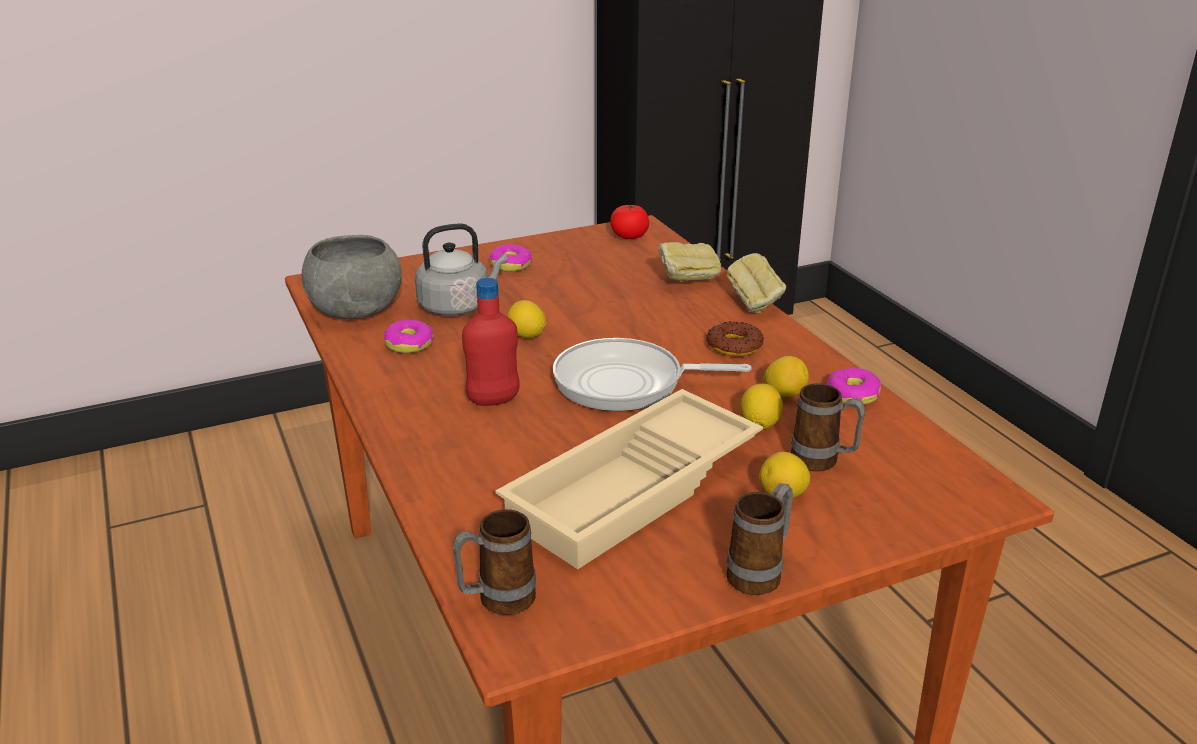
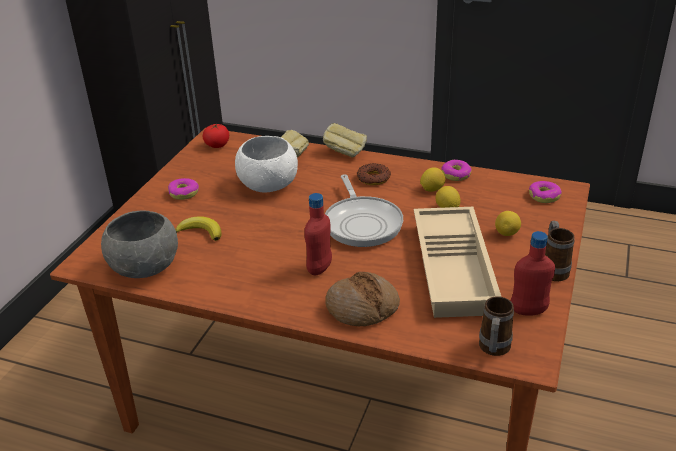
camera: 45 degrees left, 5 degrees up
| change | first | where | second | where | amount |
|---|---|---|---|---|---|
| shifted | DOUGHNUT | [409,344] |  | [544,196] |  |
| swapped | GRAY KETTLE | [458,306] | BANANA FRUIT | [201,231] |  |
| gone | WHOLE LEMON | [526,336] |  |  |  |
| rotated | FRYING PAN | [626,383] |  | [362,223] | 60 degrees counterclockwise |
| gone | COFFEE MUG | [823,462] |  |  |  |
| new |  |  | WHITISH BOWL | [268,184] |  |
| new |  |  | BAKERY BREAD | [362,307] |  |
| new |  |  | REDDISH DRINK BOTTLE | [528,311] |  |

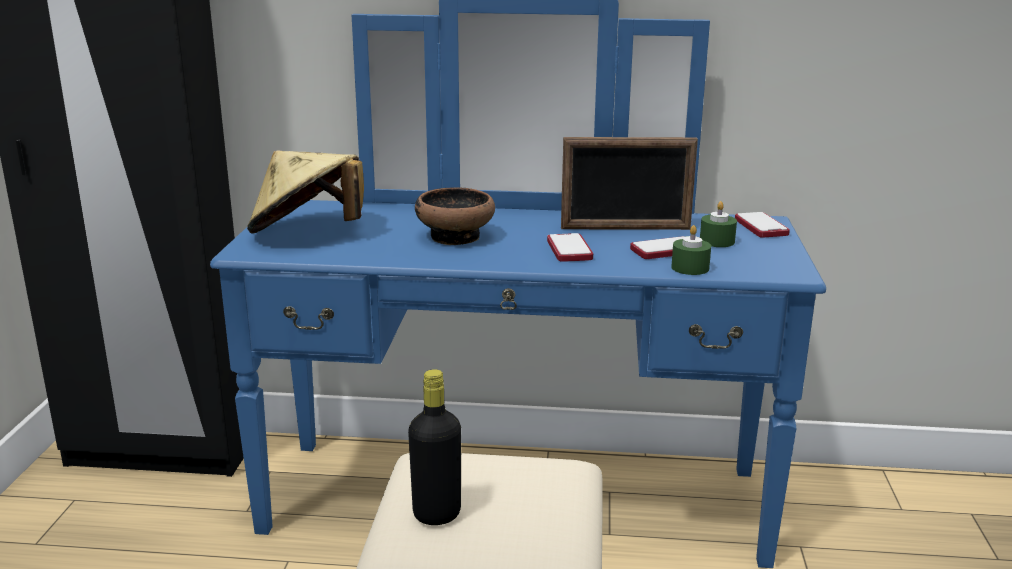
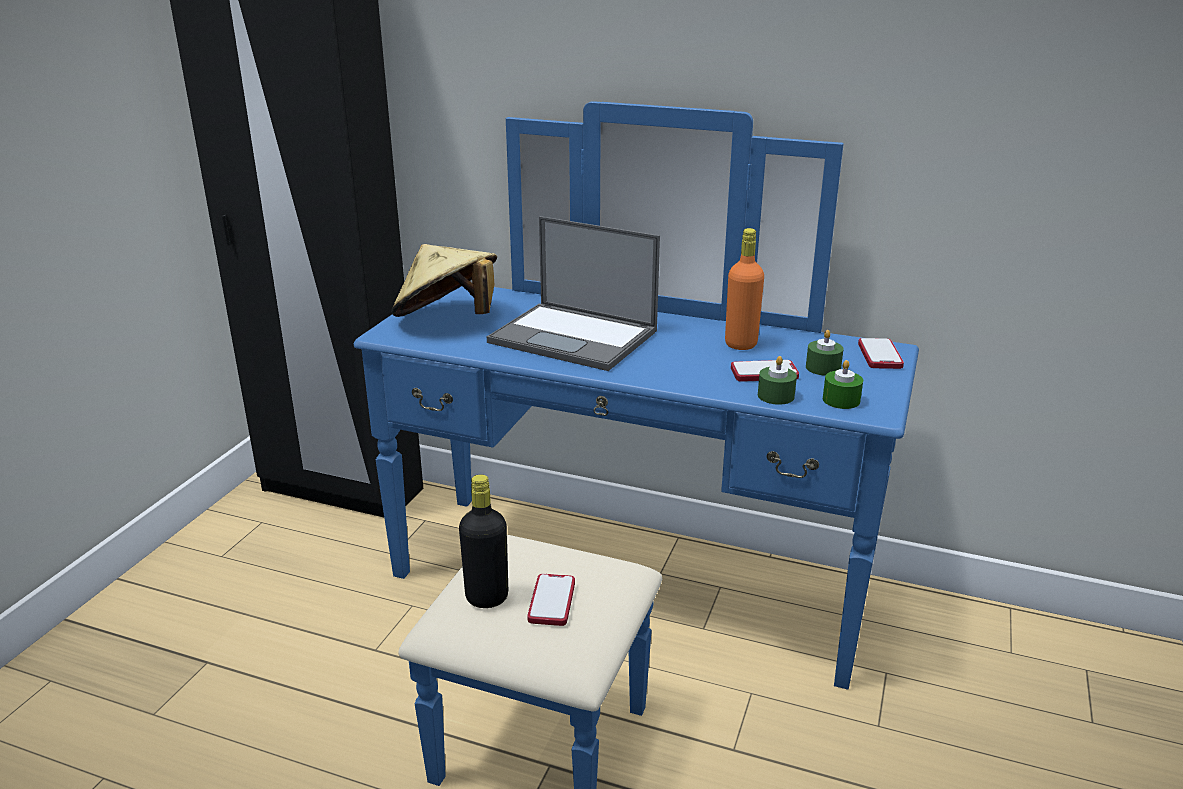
camera: 15 degrees right, 5 degrees up
| change | first | where | second | where | amount |
|---|---|---|---|---|---|
| swapped | BOWL | [456,236] | LAPTOP | [575,337] |  |
| shifted | HANDSET | [569,250] |  | [551,601] |  |
| swapped | STANDING FRAME | [625,228] | ORANGE DRINK BOTTLE | [741,344] |  |
| new |  |  | GREEN WAX CANDLE | [841,400] |  |

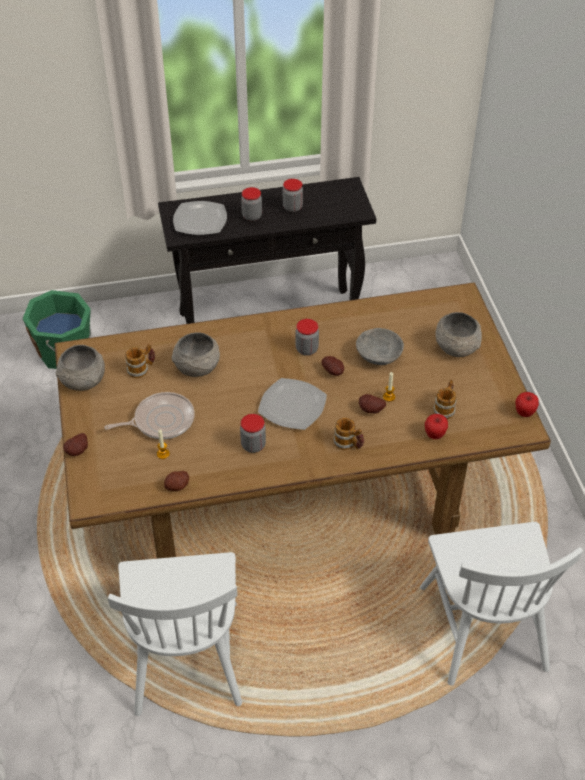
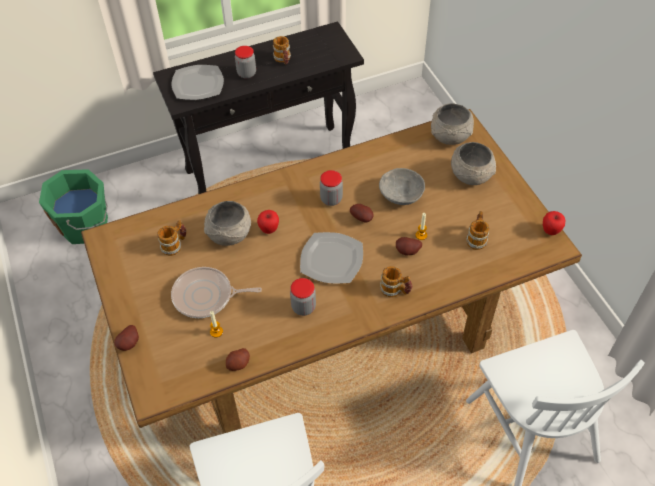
camera: 10 degrees left, 5 degrees up
| change | first | where | second | where | amount |
|---|---|---|---|---|---|
| shifted | GRAY BOWL | [84,381] |  | [450,137] |  |
| rotated | FRYING PAN | [161,420] |  | [206,296] | 150 degrees counterclockwise |
| swapped | PRESERVE JAR | [292,207] | COFFEE MUG | [283,59] |  |
| shifted | APPLE | [434,435] |  | [269,229] |  |

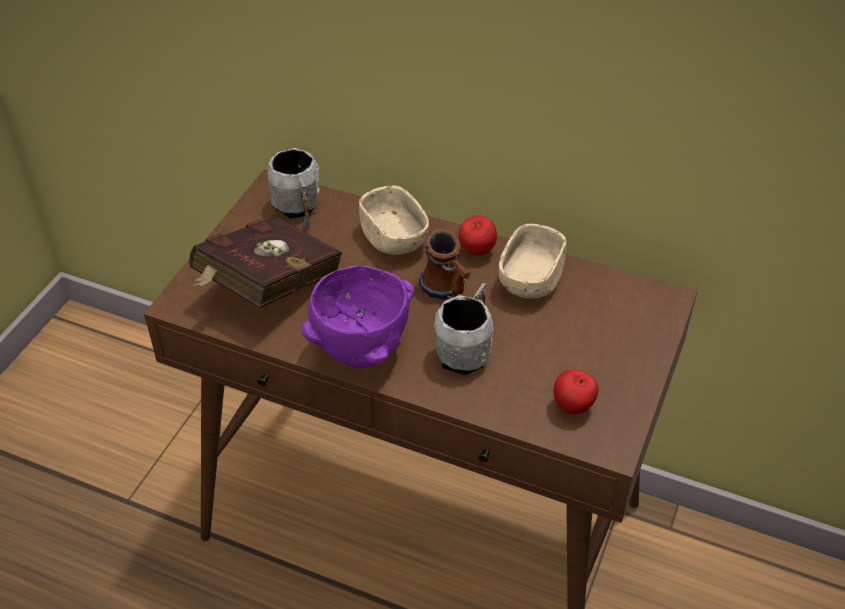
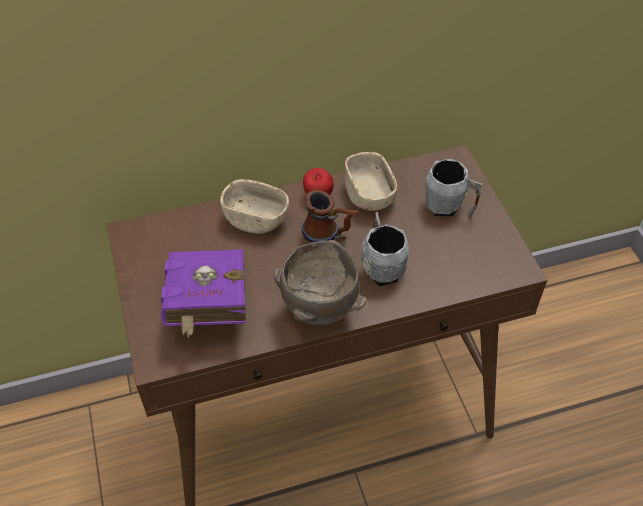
camera: 40 degrees left, 5 degrees up
| change | first | where | second | where | amount |
|---|---|---|---|---|---|
| repainted | REDDISH VOLUME | [265,289] | PURPLISH VOLUME | [207,309] |  |
| shifted | GRAY COFFEE MUG | [298,210] |  | [449,207] |  |
| repainted | PURPLISH BOWL | [360,354] | BROWN-COLOURED BOWL | [320,312] |  |
| gone | APPLE | [573,407] |  |  |  |

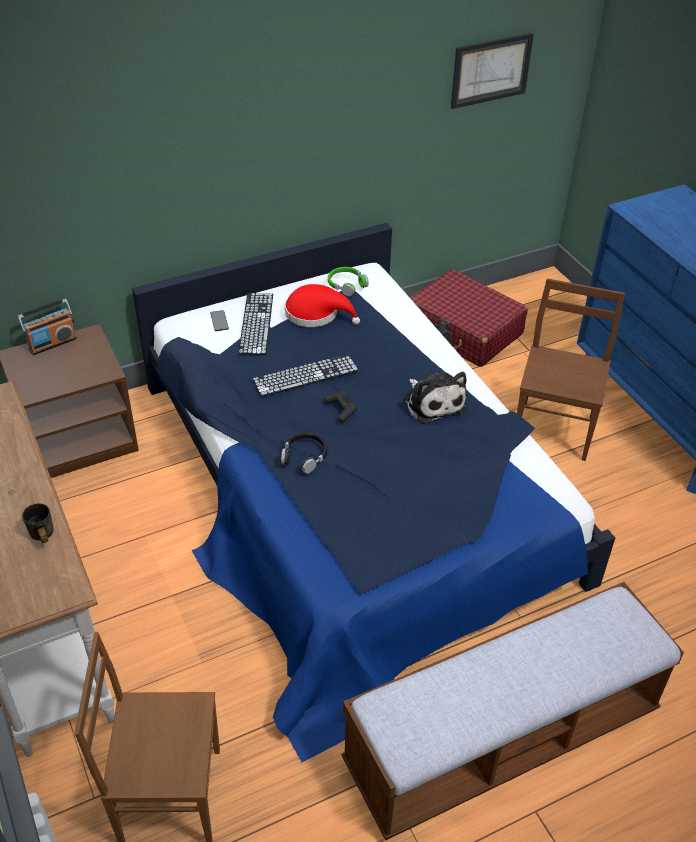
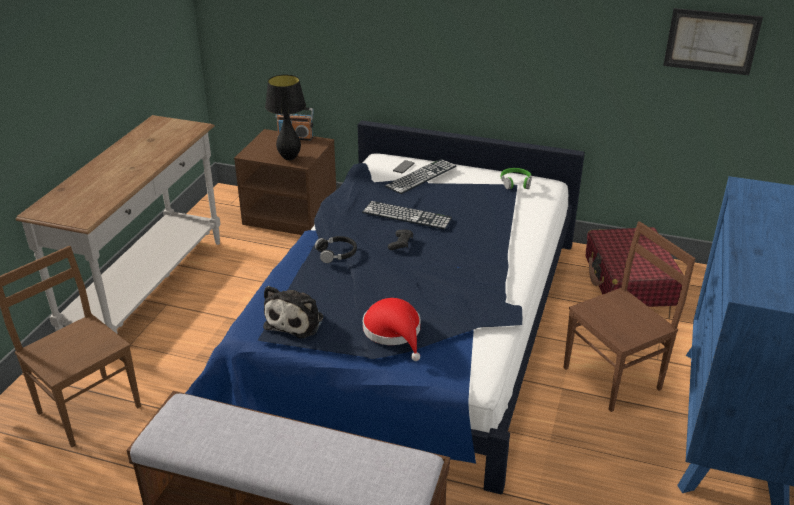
camera: 45 degrees right, 10 degrees down
| change | first | where | second | where | amount |
|---|---|---|---|---|---|
| gone | GRAY COFFEE MUG | [40,538] |  |  |  |
| shifted | REDDISH CLOTHING HAT | [316,314] |  | [394,332] |  |
| shifted | CUDDLY TOY | [433,403] |  | [296,320] |  |
| new |  |  | BLACK TABLE LAMP | [289,158] |  |

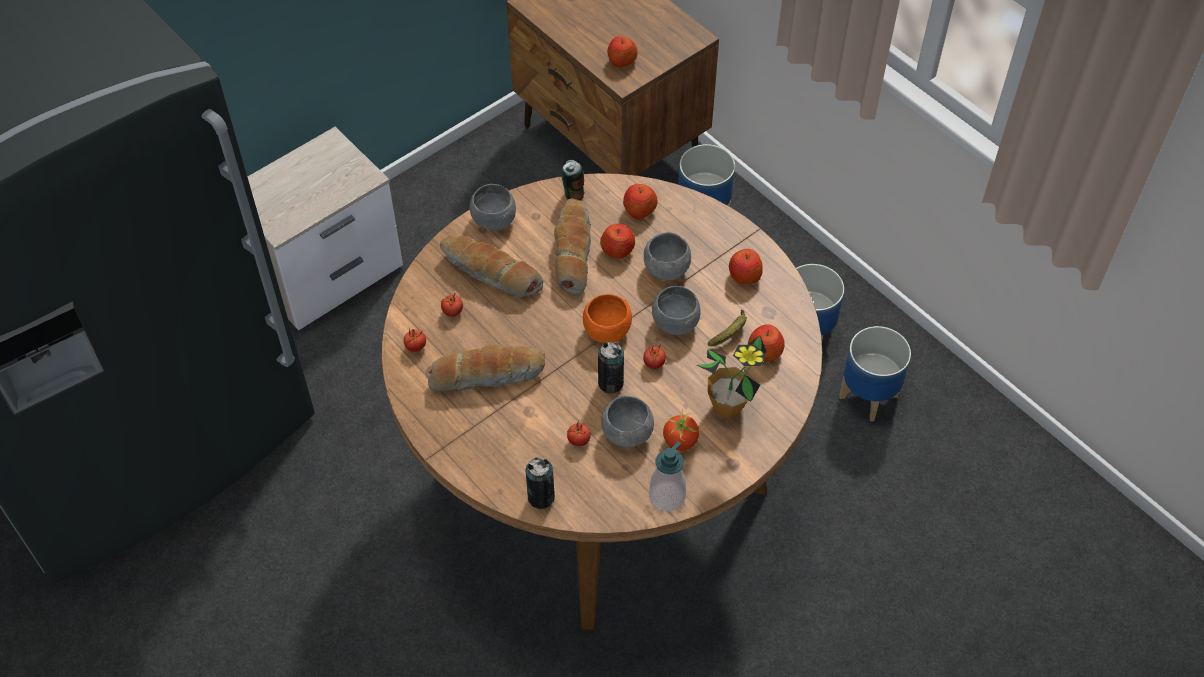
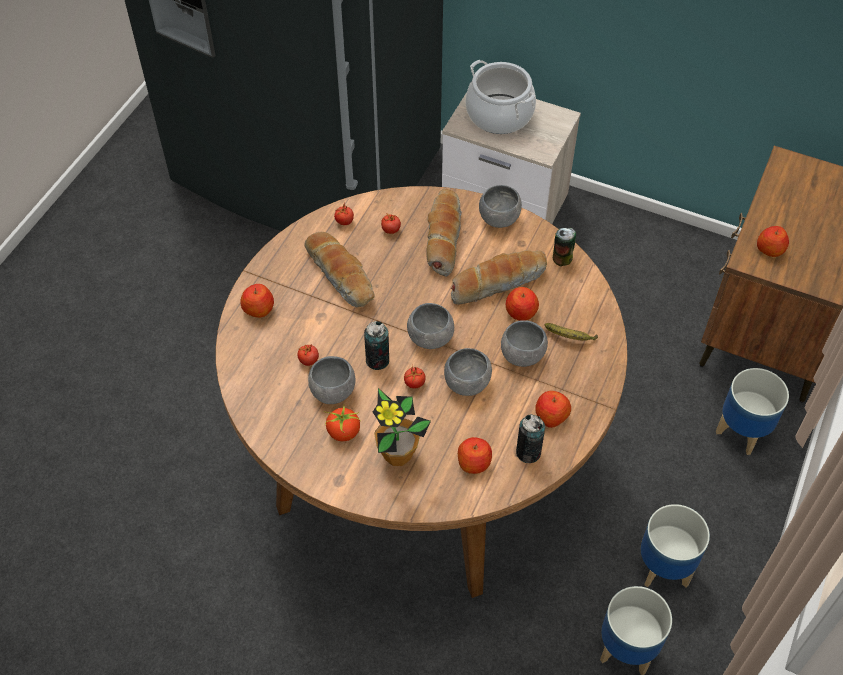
camera: 65 degrees right, 0 degrees up
| change | first | where | second | where | amount |
|---|---|---|---|---|---|
| shifted | SEALED CAN | [541,497] |  | [528,452] |  |
| repainted | ORANGE BOWL | [607,331] | GRAY BOWL | [430,337] |  |
| shifted | APPLE | [639,210] |  | [258,309] |  |
| gone | SOAP DISPENSER | [667,497] |  |  |  |
| shifted | BANANA FRUIT | [730,333] |  | [570,337] |  |
| new |  |  | SAUCEPOT | [499,115] |  |

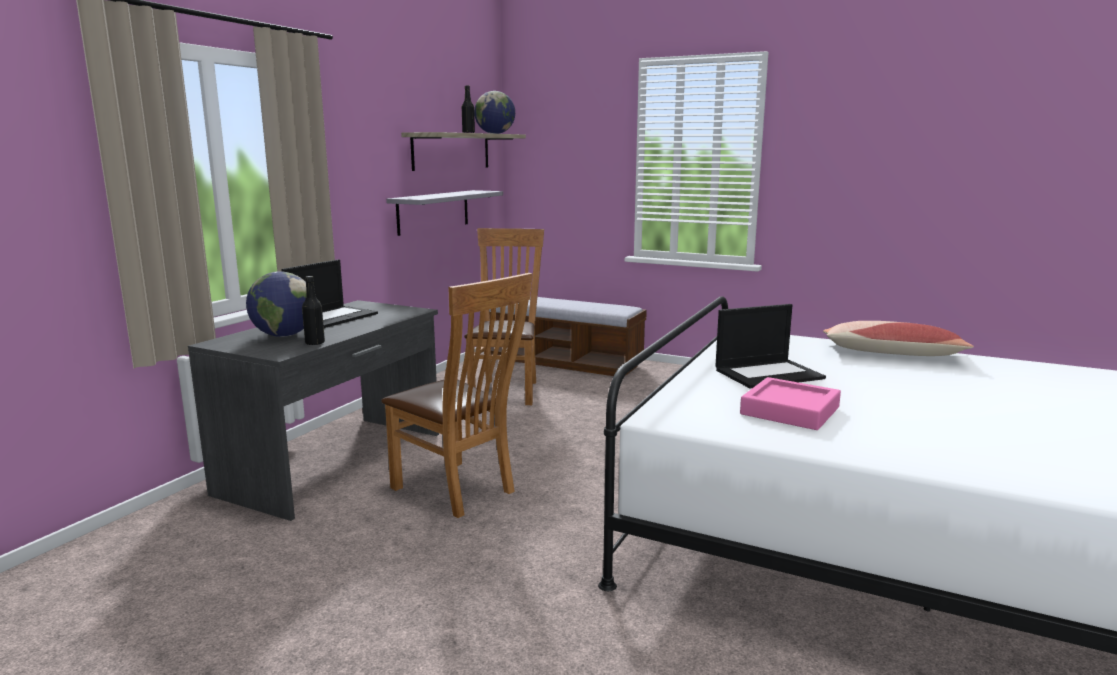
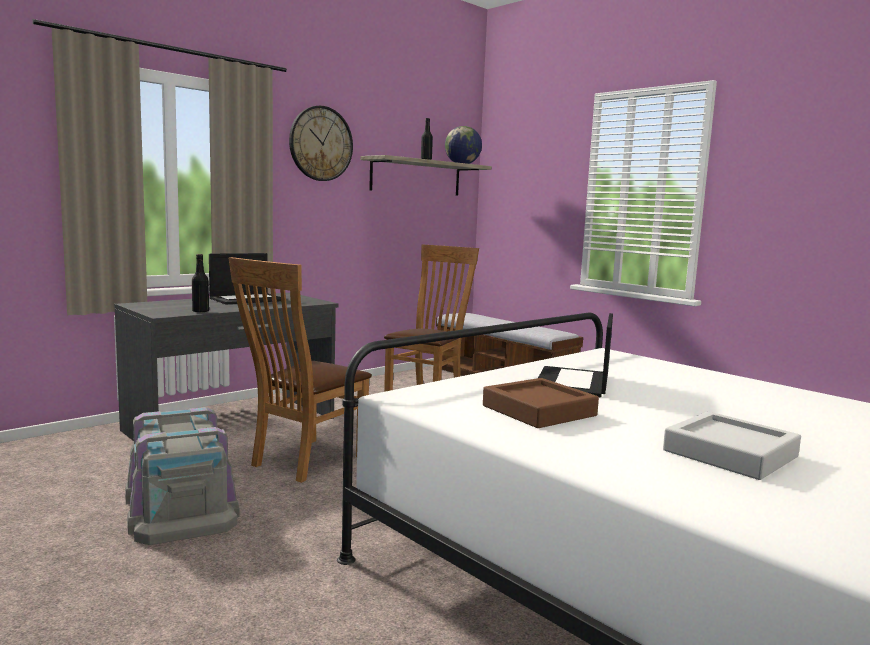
camera: 20 degrees right, 5 degrees down
| change | first | where | second | where | amount |
|---|---|---|---|---|---|
| gone | WORLD GLOBE | [284,335] |  |  |  |
| rotated | BROWN-COLOURED PLAIN CHAIR | [459,491] |  | [303,462] | 60 degrees clockwise |
| gone | GRAY SHELF | [433,211] |  |  |  |
| rotated | LAPTOP | [769,374] |  | [573,383] | 105 degrees clockwise |
| repainted | PINK-COLOURED SERVING TRAY | [790,411] | BROWN-COLOURED SERVING TRAY | [539,411] |  |
| gone | CUSHION | [891,353] |  |  |  |
| new |  |  | GRAY STORAGE CONTAINER | [180,507] |  |
| new |  |  | WALL CLOCK | [321,143] |  |
| new |  |  | GRAY SERVING TRAY | [730,454] |  |

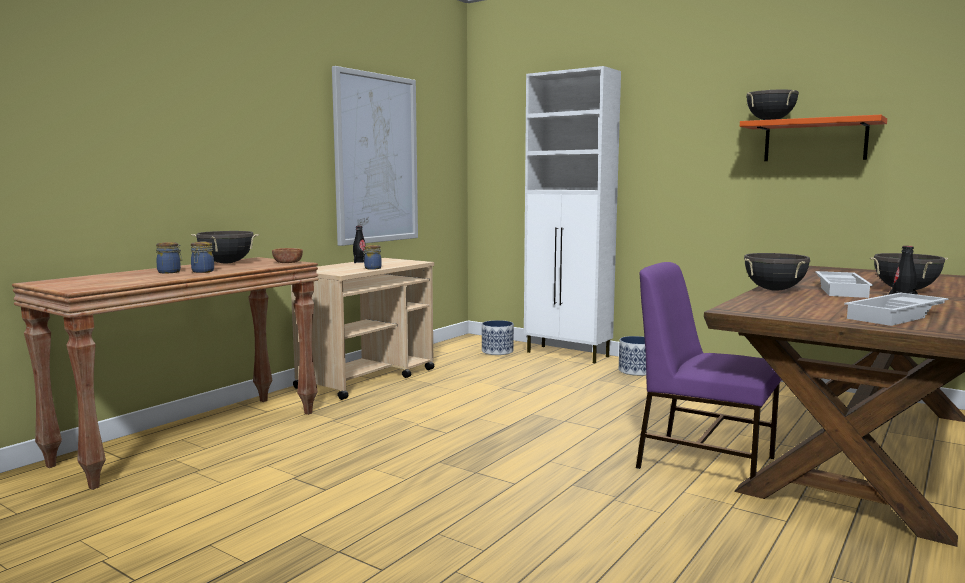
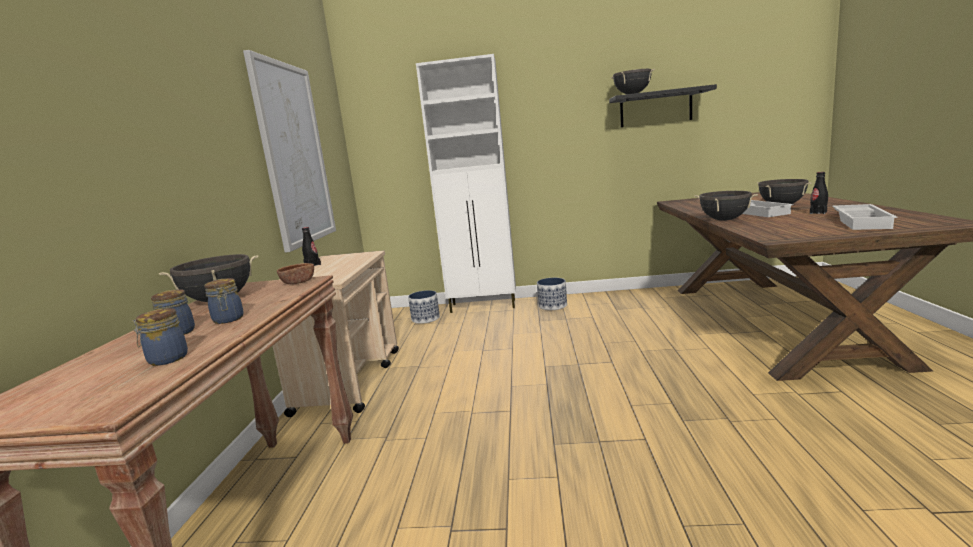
camera: 30 degrees left, 5 degrees up
| change | first | where | second | where | amount |
|---|---|---|---|---|---|
| shifted | PRESERVE JAR | [372,268] |  | [166,359] |  |
| gone | PURPLISH PLAIN CHAIR | [703,461] |  |  |  |
| repainted | ORANGE SHELF | [815,141] | BLACK SHELF | [655,108] |  |

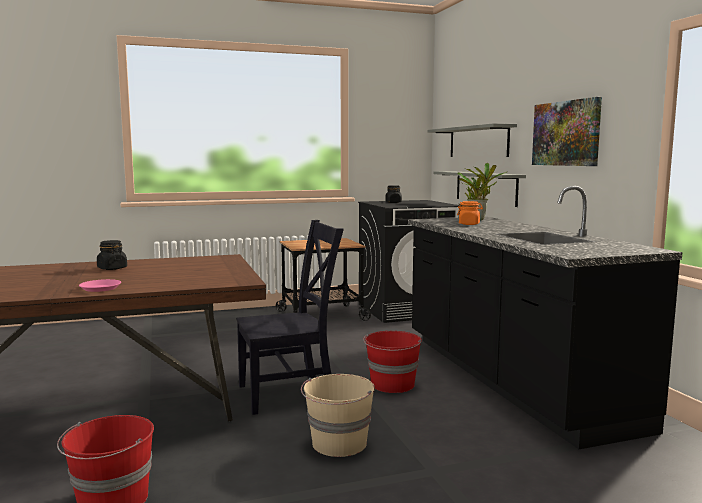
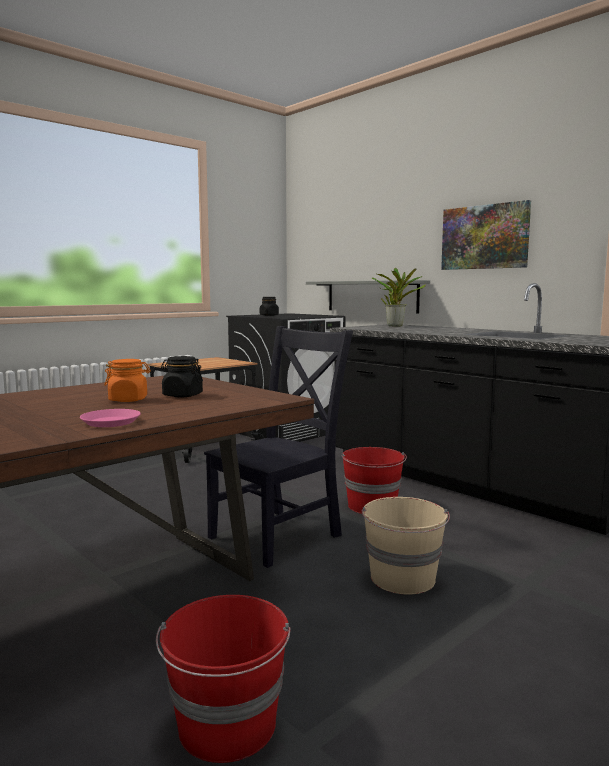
camera: 25 degrees left, 0 degrees up
| change | first | where | second | where | amount |
|---|---|---|---|---|---|
| shifted | BLACK PRESERVE JAR | [112,268] |  | [182,395] |  |
| gone | GRAY SHELF | [478,142] |  |  |  |
| shifted | ORANGE PRESERVE JAR | [469,224] |  | [128,400] |  |

